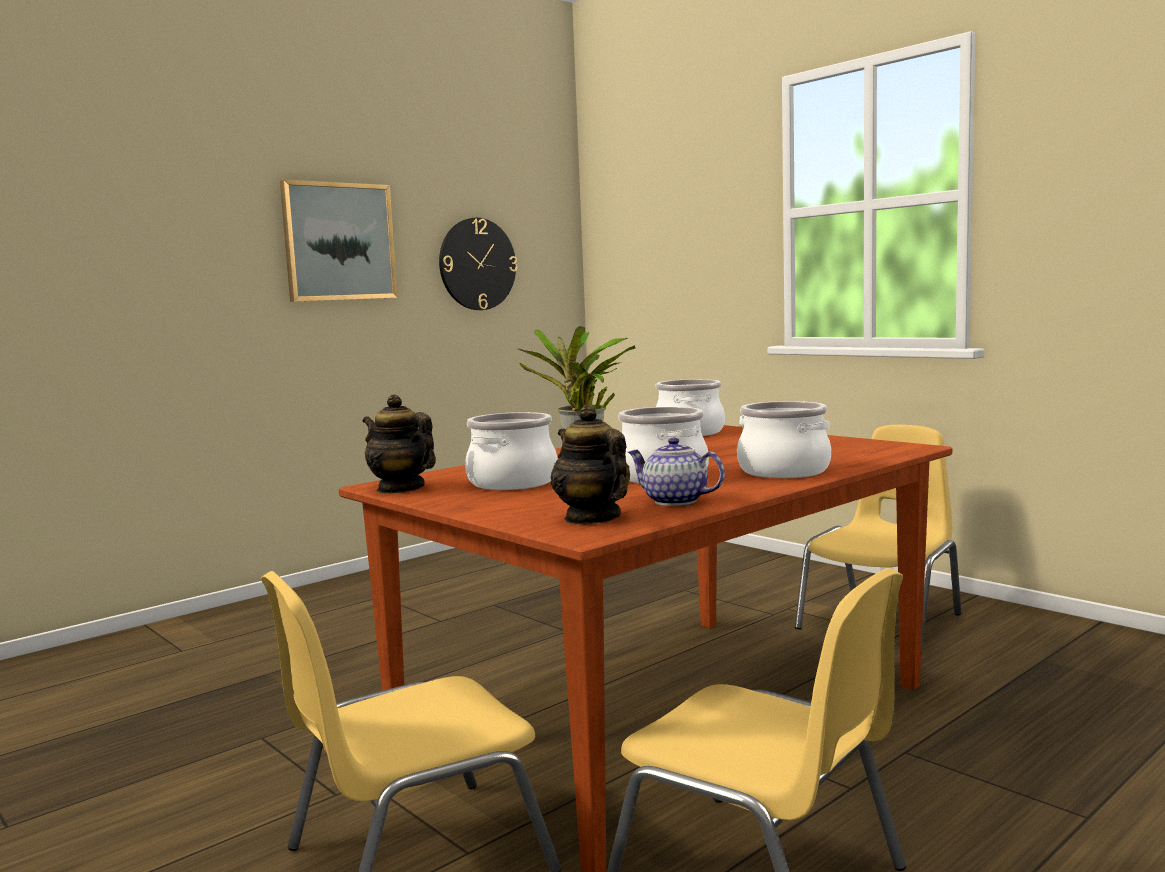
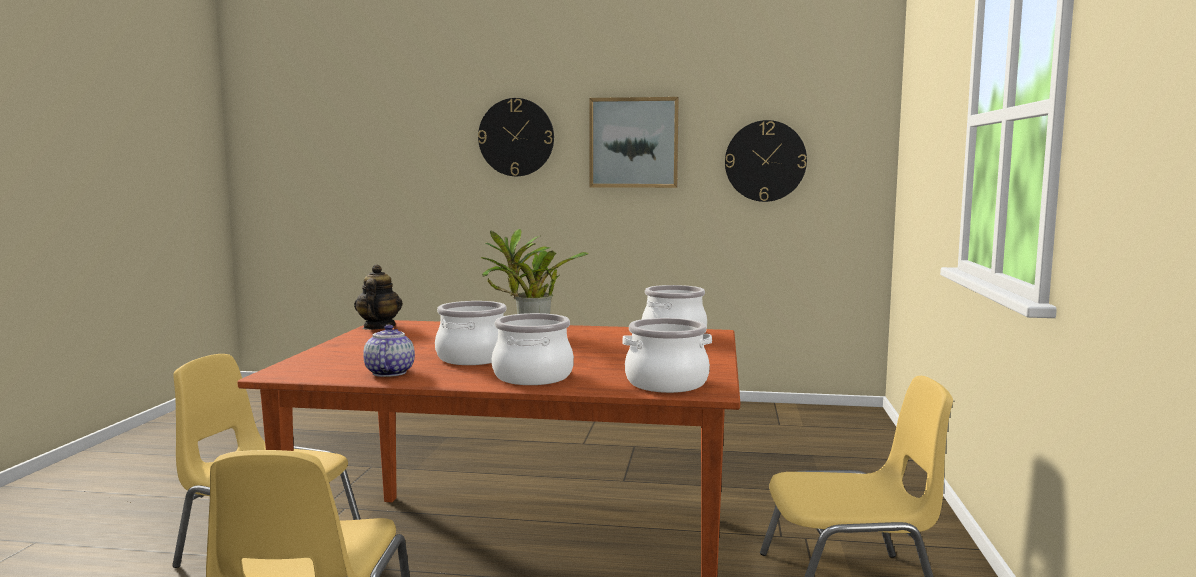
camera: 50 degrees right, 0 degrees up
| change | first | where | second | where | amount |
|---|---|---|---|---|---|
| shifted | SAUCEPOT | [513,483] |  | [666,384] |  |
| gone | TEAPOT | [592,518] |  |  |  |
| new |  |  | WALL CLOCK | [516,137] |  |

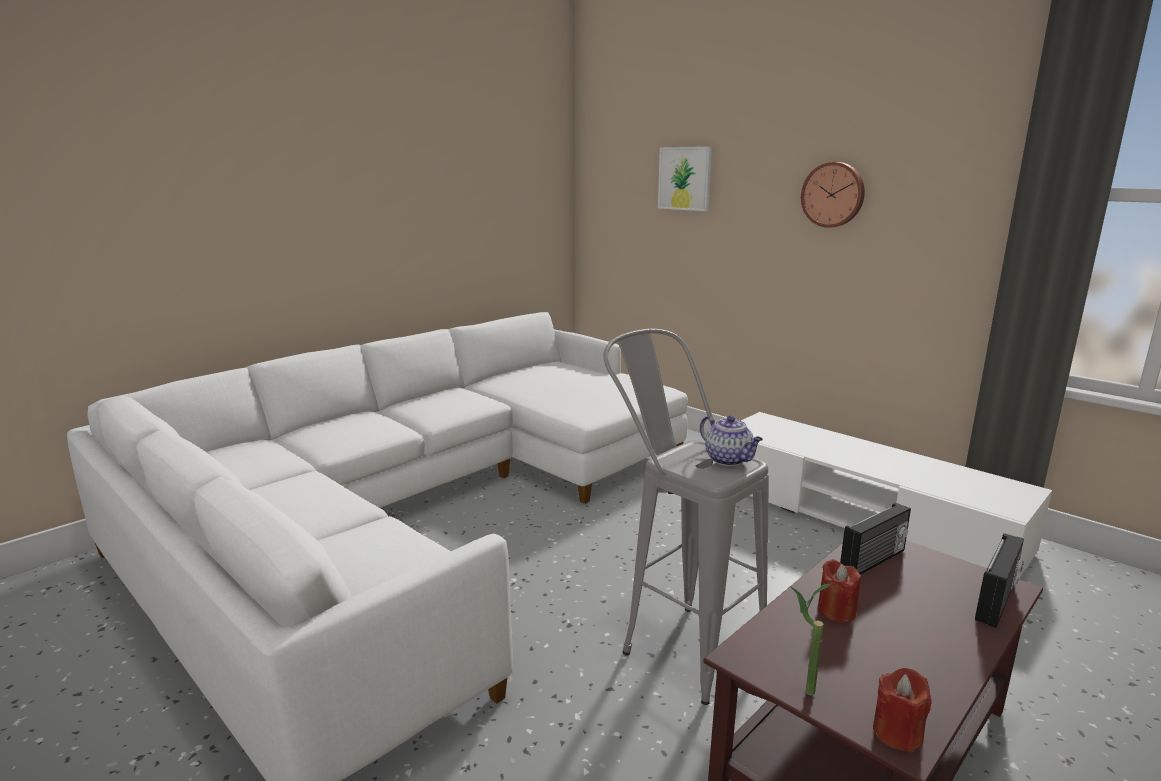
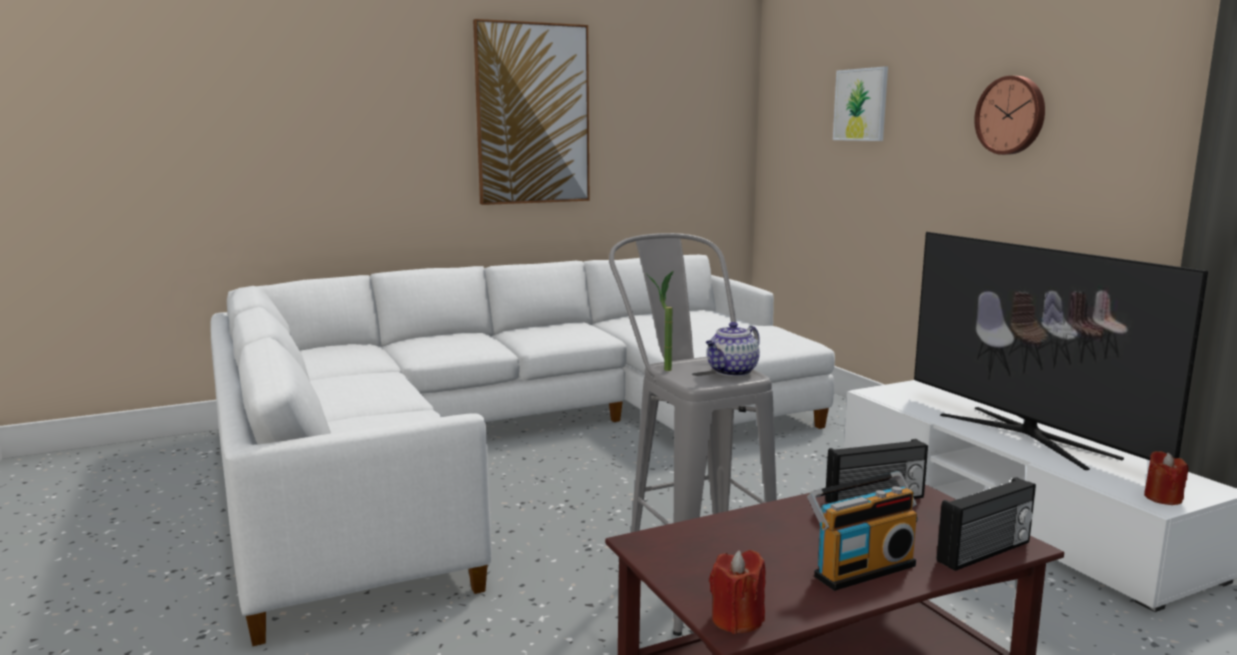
camera: 20 degrees right, 5 degrees down
| change | first | where | second | where | amount |
|---|---|---|---|---|---|
| rotated | TEAPOT | [729,460] |  | [732,372] | 60 degrees clockwise |
| shifted | POTTED PLANT | [799,690] |  | [661,368] |  |
| shifted | REDDISH WAX CANDLE | [836,611] |  | [1162,498] |  |
| new |  |  | WALL ART | [532,114] |  |
| new |  |  | RADIO RECEIVER | [861,569] |  |
| new |  |  | TV | [1026,435] |  |

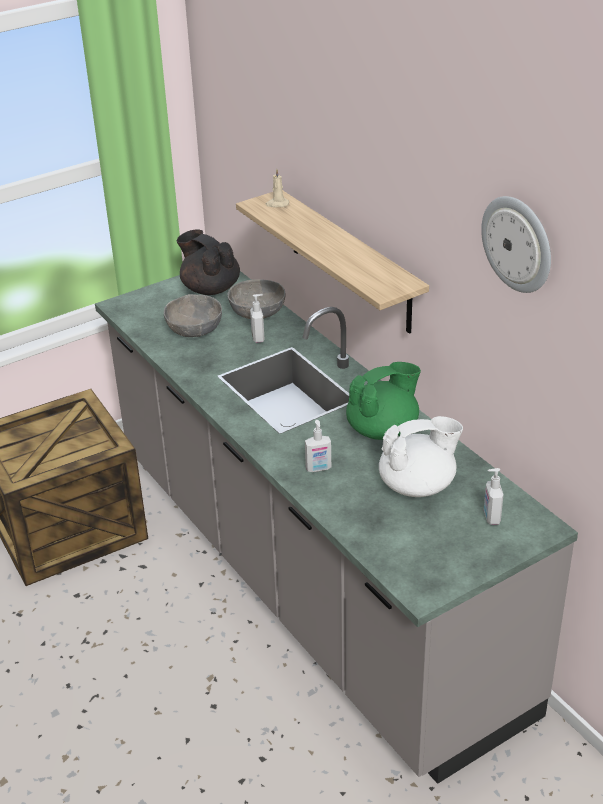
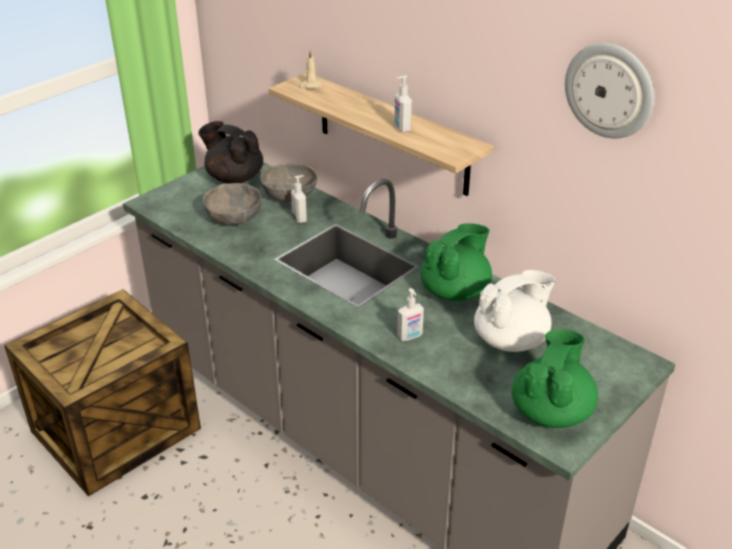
camera: 15 degrees left, 0 degrees up
| change | first | where | second | where | amount |
|---|---|---|---|---|---|
| shifted | SOAP DISPENSER | [491,517] |  | [401,128] |  |
| new |  |  | GREEN TEAPOT | [551,411] |  |

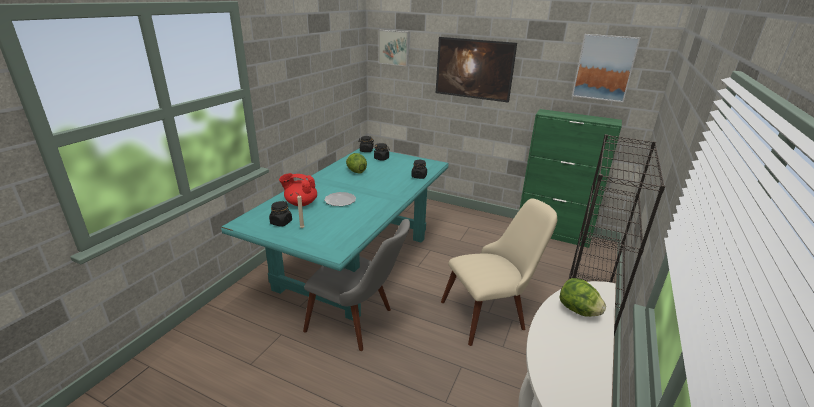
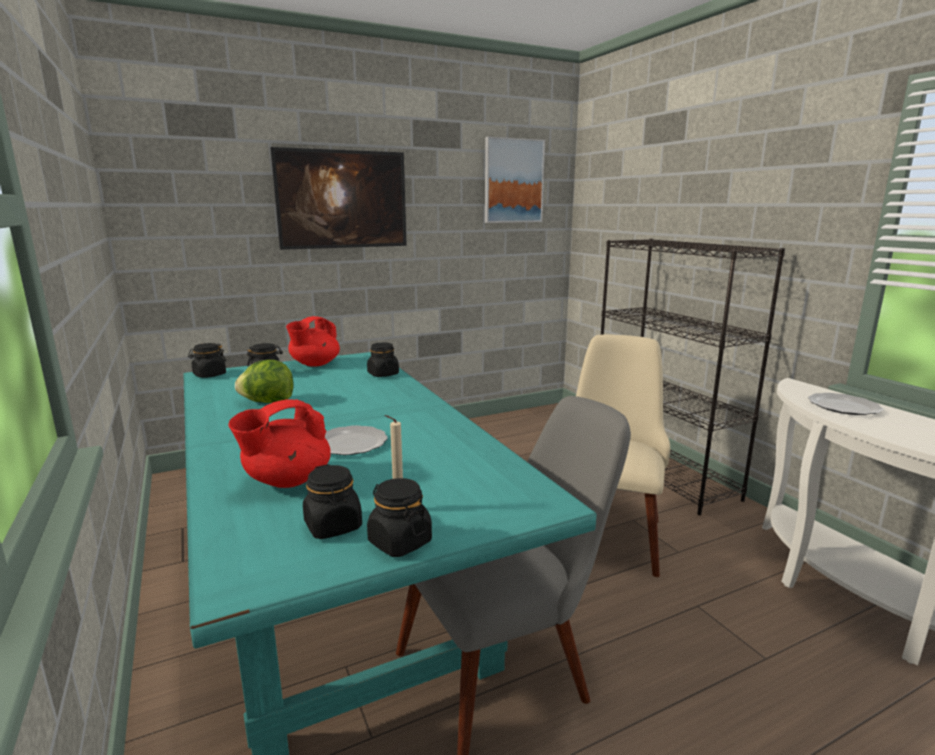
camera: 50 degrees left, 10 degrees down
| change | first | where | second | where | amount |
|---|---|---|---|---|---|
| gone | WALL ART | [394,47] |  |  |  |
| gone | GREEN STORAGE CABINET | [553,234] |  |  |  |
| swapped | LETTUCE HEAD | [578,311] | PLATE | [842,406] |  |
| new |  |  | REDDISH TEAPOT | [314,364] |  |
| new |  |  | BLACK PRESERVE JAR | [399,542] |  |

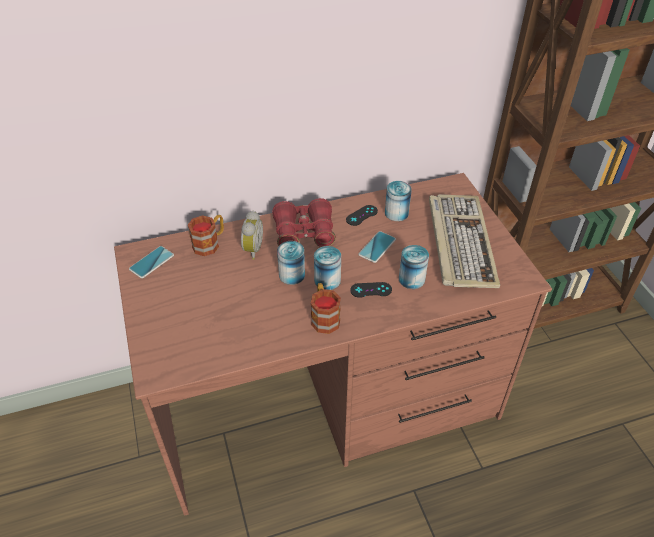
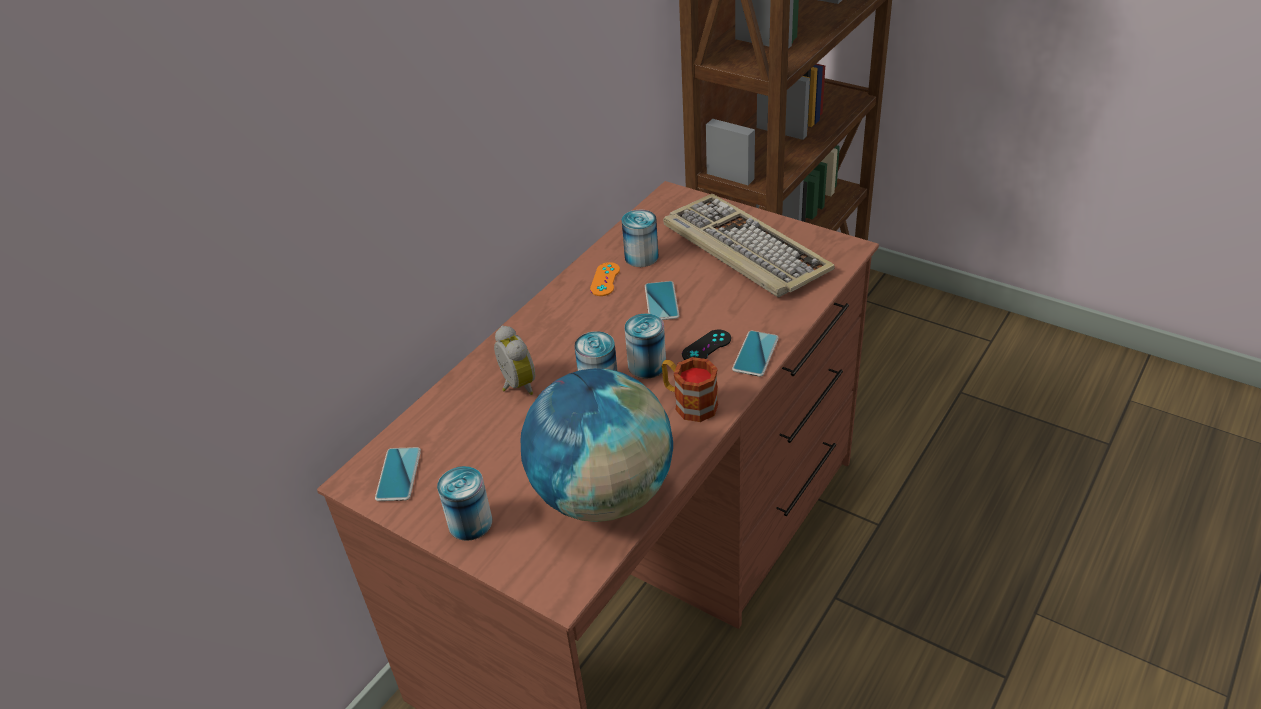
camera: 35 degrees left, 5 degrees down
| change | first | where | second | where | amount |
|---|---|---|---|---|---|
| gone | COFFEE MUG | [210,243] |  |  |  |
| gone | REDDISH BINOCULARS | [304,233] |  |  |  |
| repainted | BLACK GAMEPAD | [361,215] | ORANGE GAMEPAD | [605,279] |  |
| shifted | SEALED CAN | [411,279] |  | [470,523] |  |
| new |  |  | WORLD GLOBE | [602,495] |  |
| new |  |  | HANDSET | [755,354] |  |

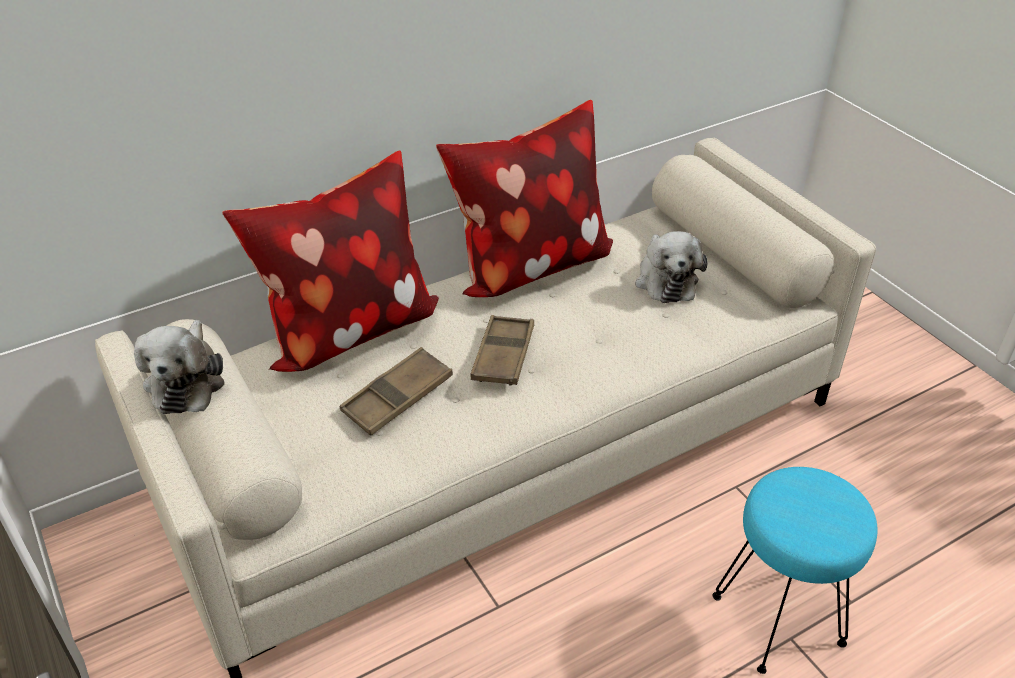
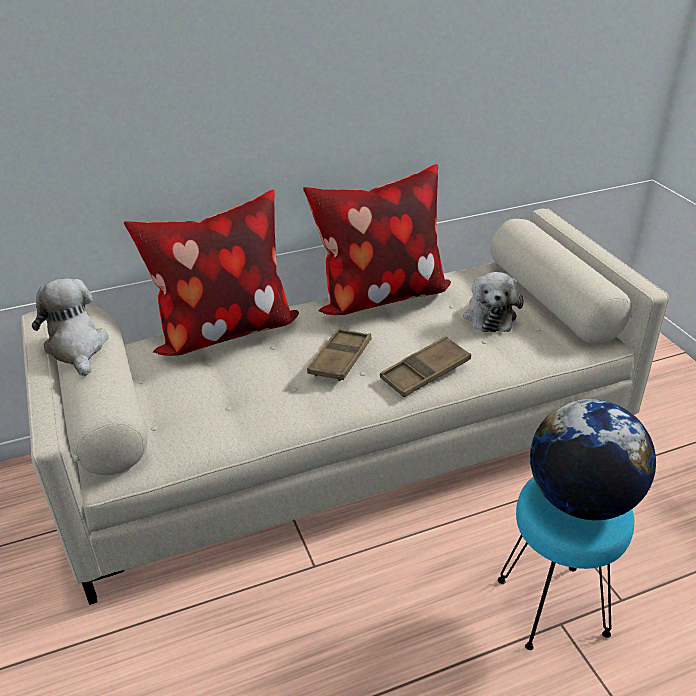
camera: 10 degrees right, 5 degrees down
| change | first | where | second | where | amount |
|---|---|---|---|---|---|
| rotated | CUDDLY TOY | [187,381] |  | [77,348] | 150 degrees clockwise |
| shifted | BROWN-COLOURED SERVING TRAY | [397,397] |  | [425,372] |  |
| new |  |  | WORLD GLOBE | [581,500] |  |

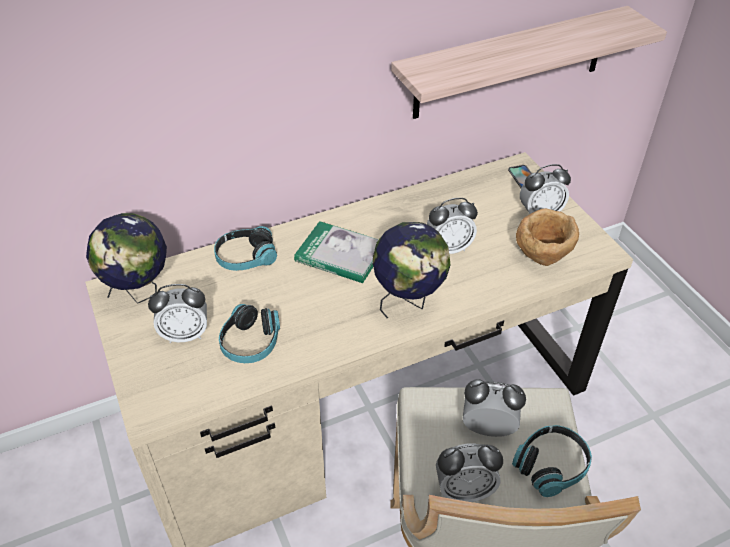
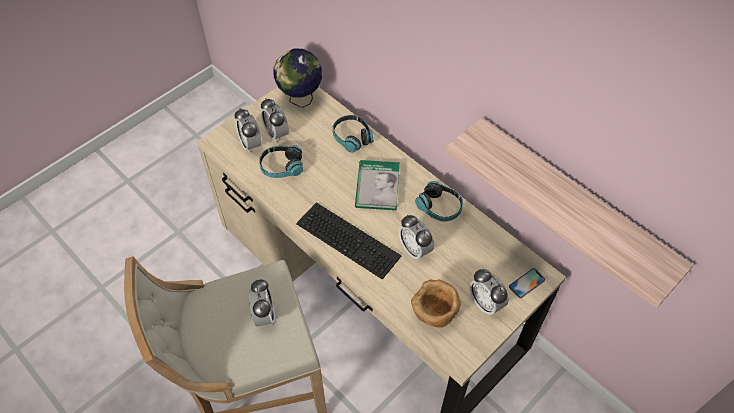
camera: 70 degrees right, 10 degrees up
| change | first | where | second | where | amount |
|---|---|---|---|---|---|
| swapped | WORLD GLOBE | [409,301] | KEYBOARD | [350,239] |  |
| shifted | ALARM CLOCK | [464,490] |  | [250,144] |  |
| shifted | HEADPHONES | [551,466] |  | [439,207] |  |

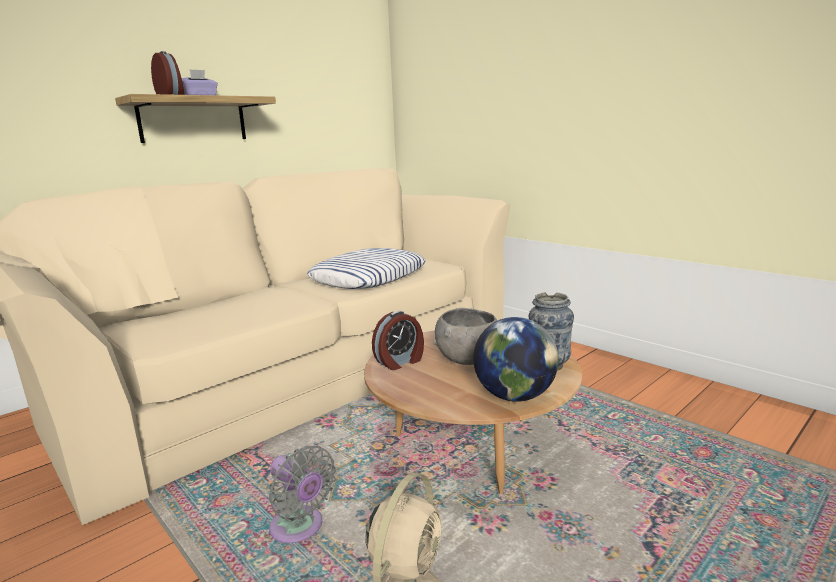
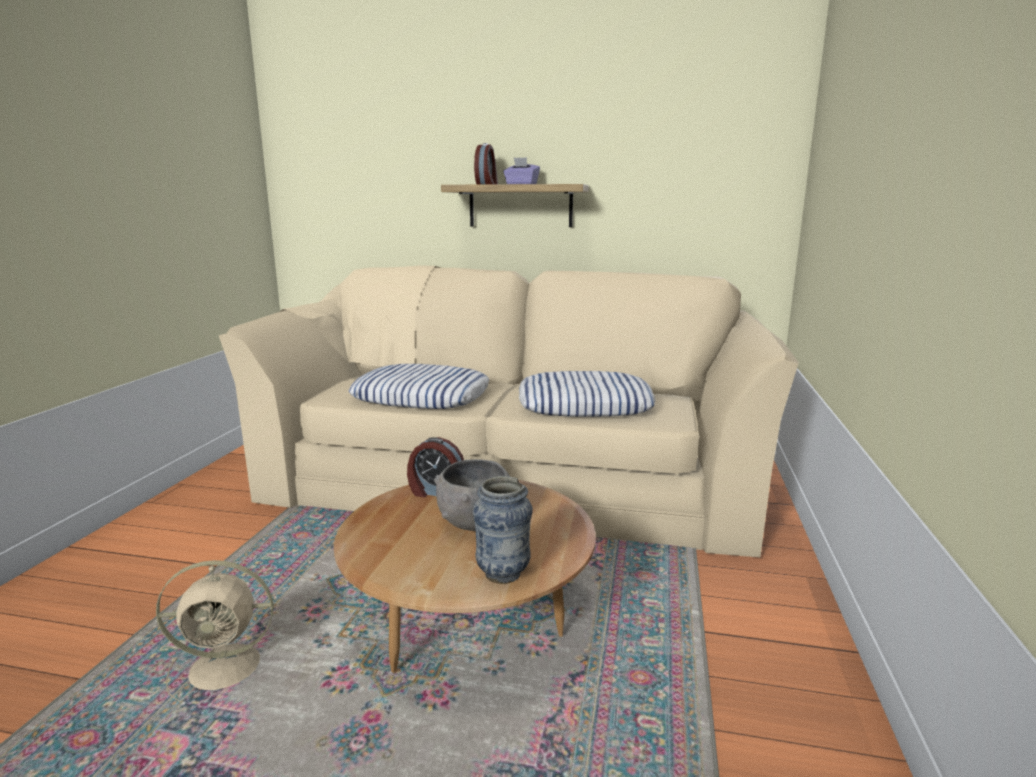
camera: 55 degrees right, 0 degrees up
| change | first | where | second | where | amount |
|---|---|---|---|---|---|
| gone | GRAY ELECTRIC FAN | [300,529] |  |  |  |
| gone | WORLD GLOBE | [514,396] |  |  |  |
| new |  |  | CUSHION | [422,397] |  |

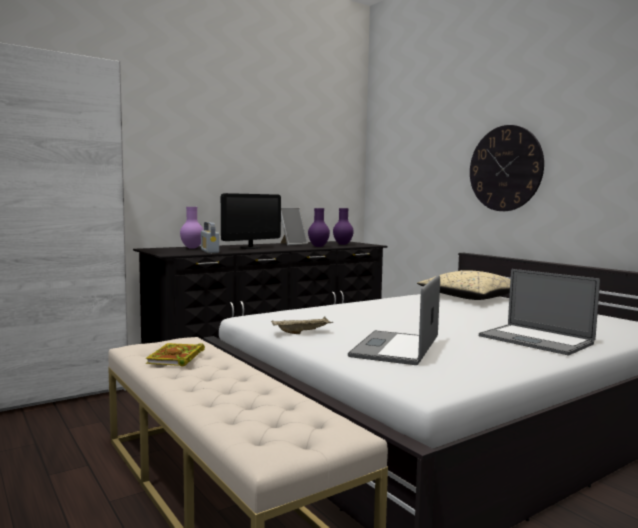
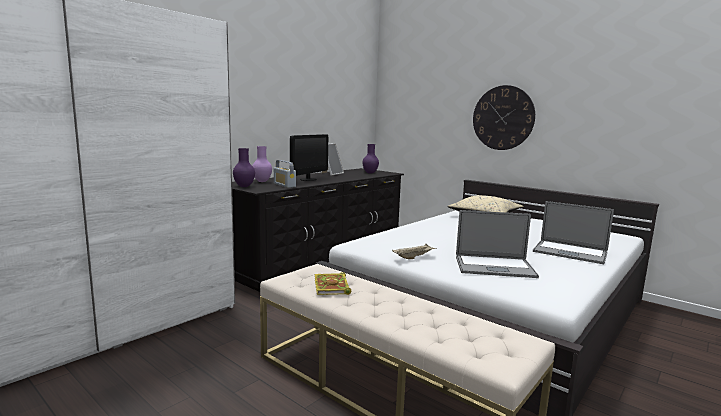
camera: 15 degrees left, 5 degrees up
| change | first | where | second | where | amount |
|---|---|---|---|---|---|
| shifted | PURPLISH FLOWER VASE | [318,246] |  | [244,186] |  |
| rotated | LAPTOP | [395,348] |  | [494,267] | 90 degrees counterclockwise |

